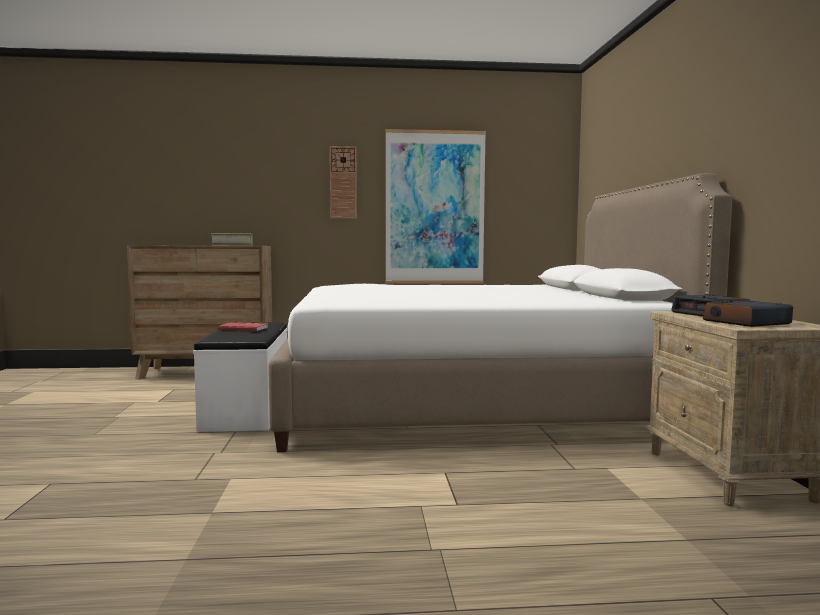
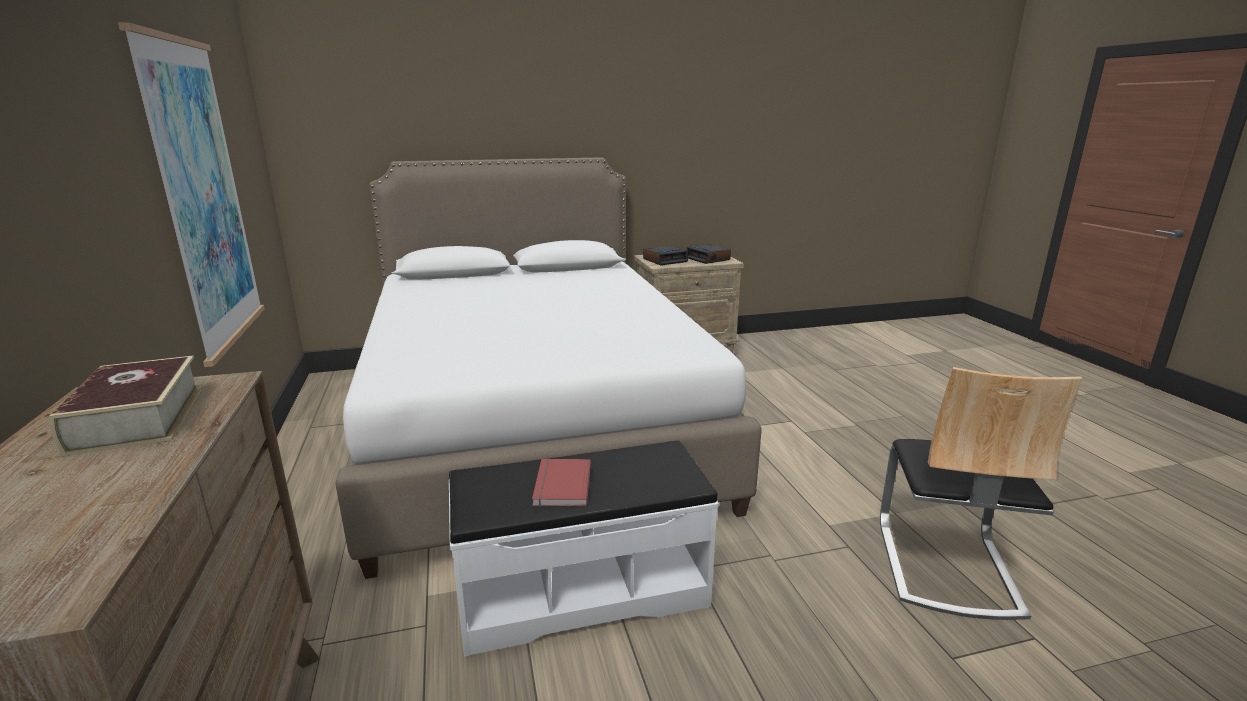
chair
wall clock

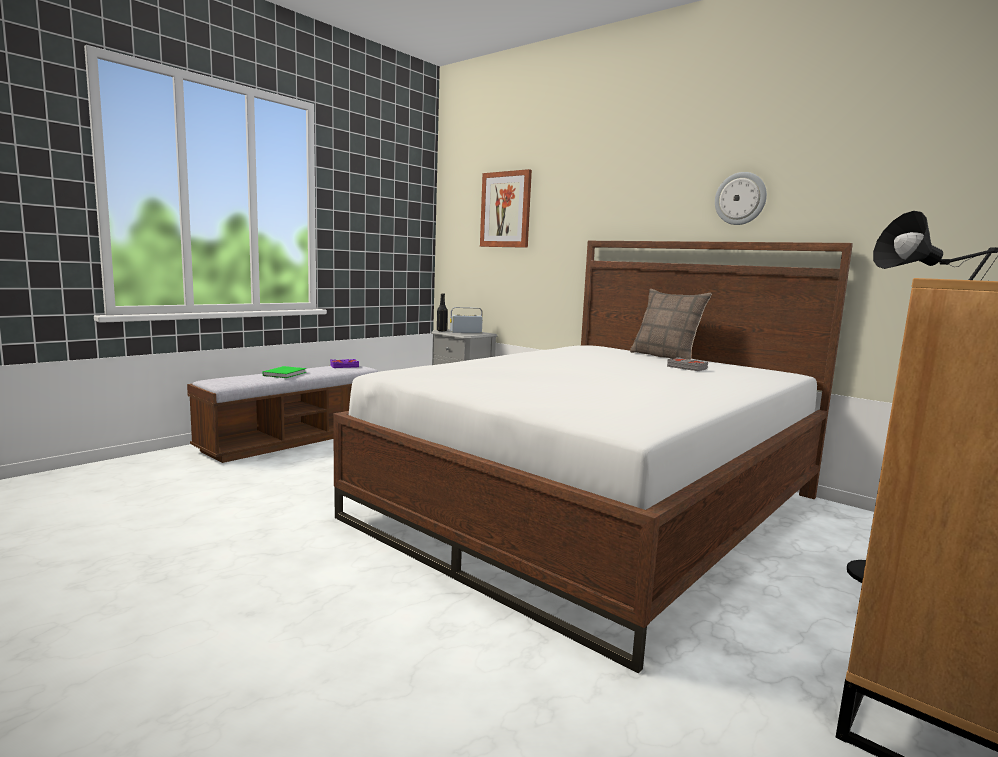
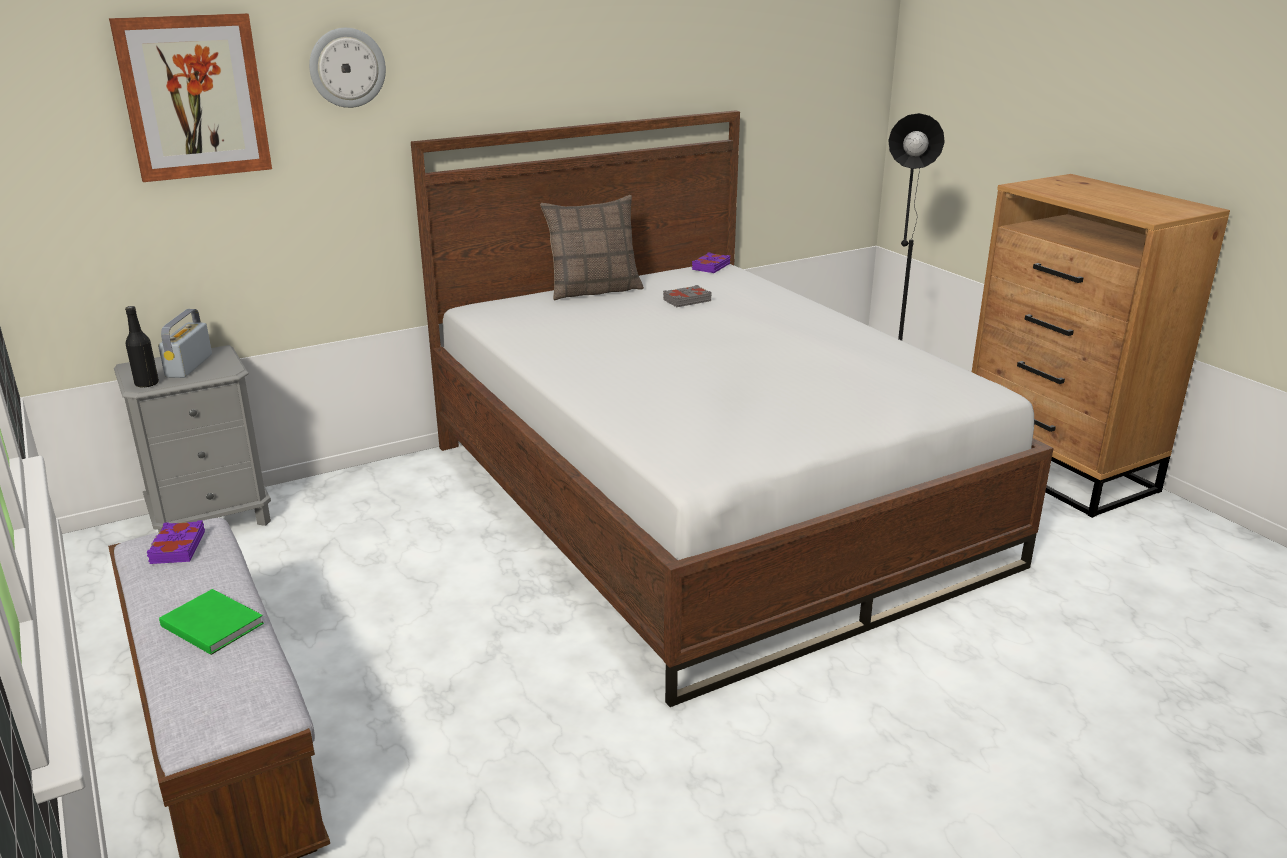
wall clock
purple book (no. 2 from left)

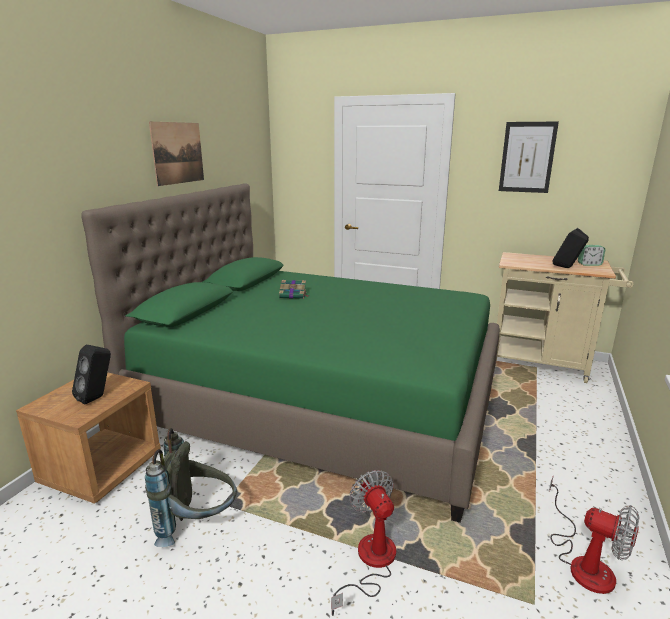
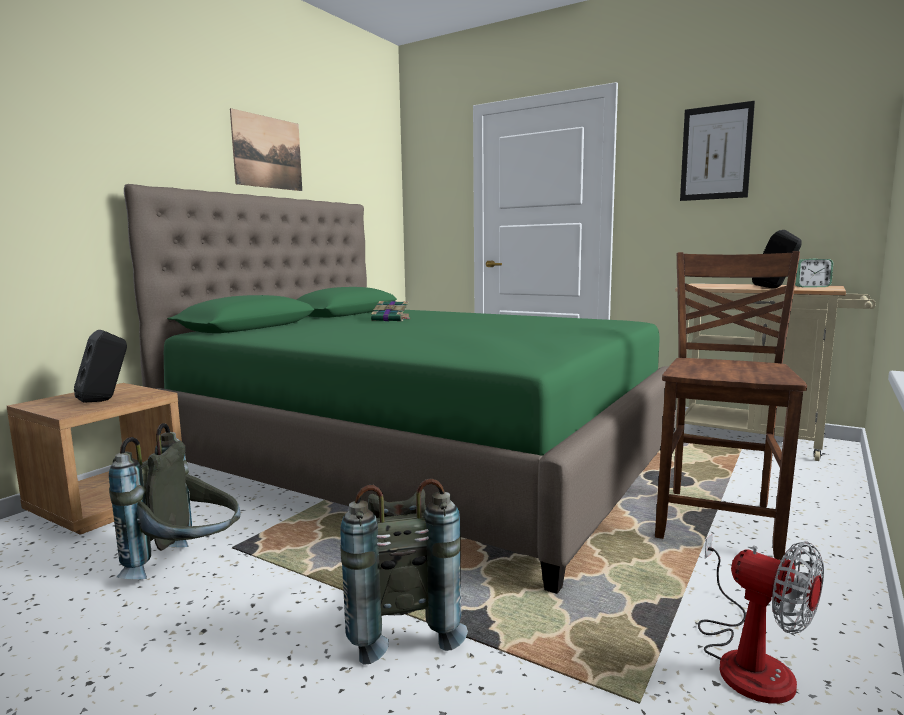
grey backpack (no. 2 from left)
brown chair

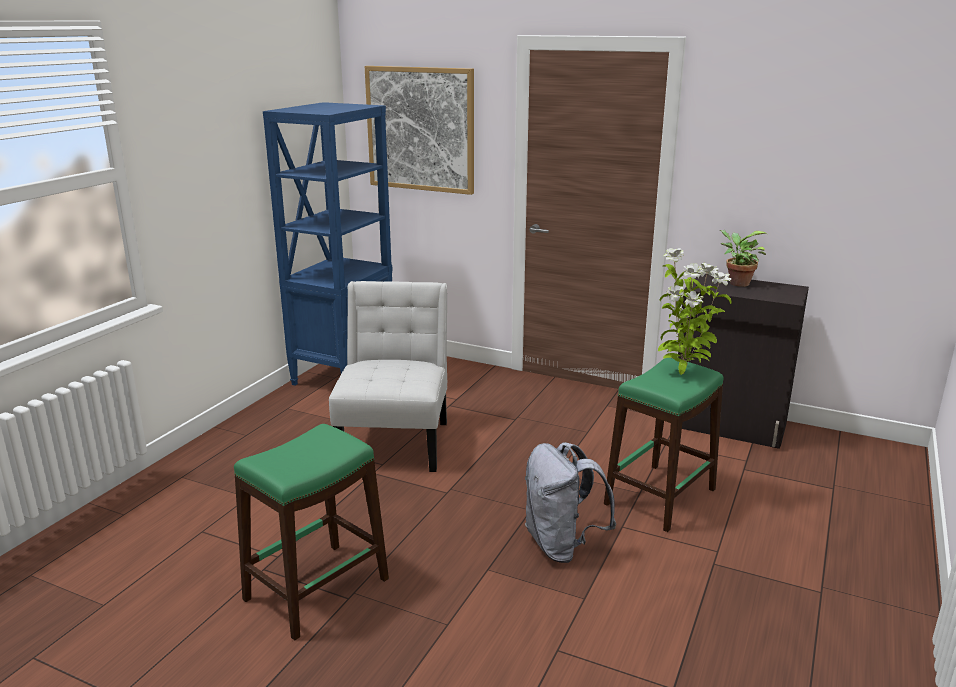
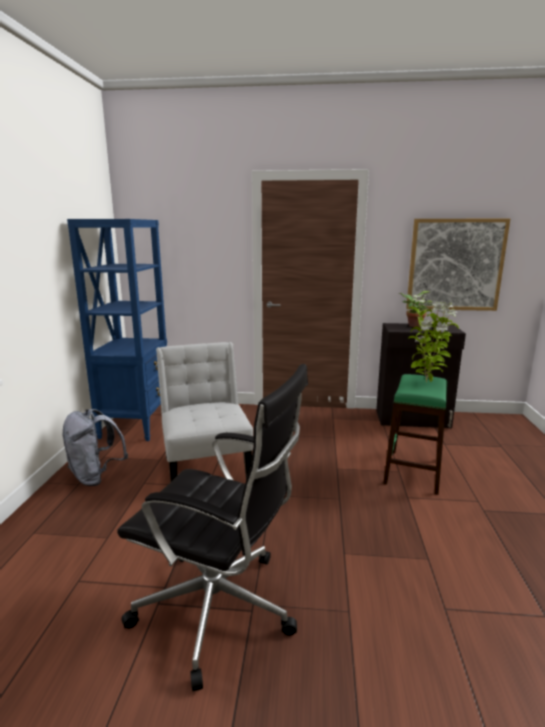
grey backpack
black office chair
picture

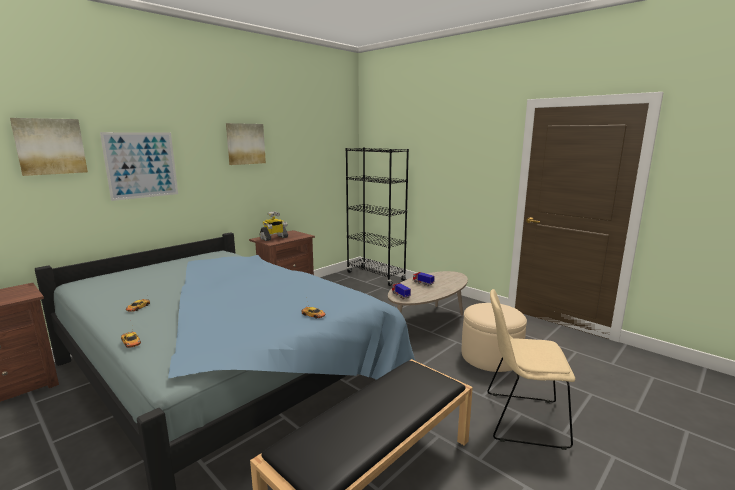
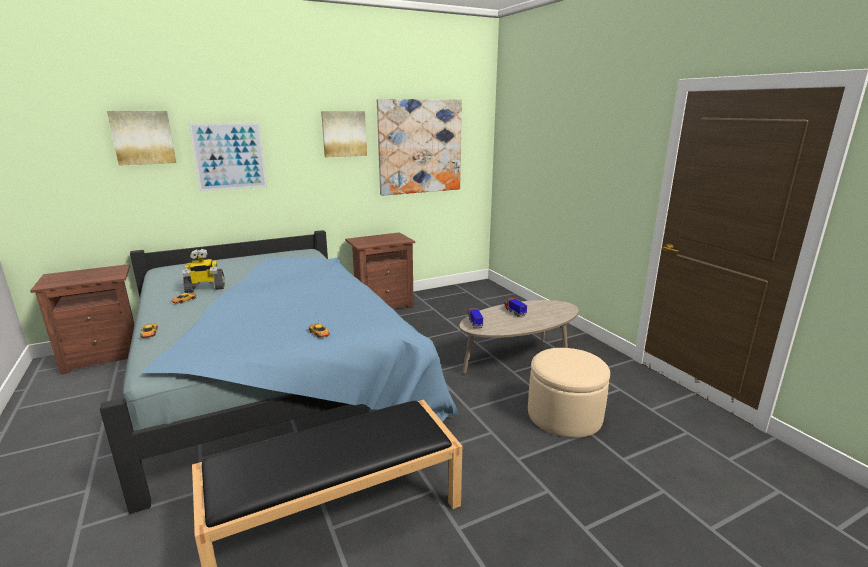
toy robot
picture (no. 4 from left)
black bookcase
beige chair

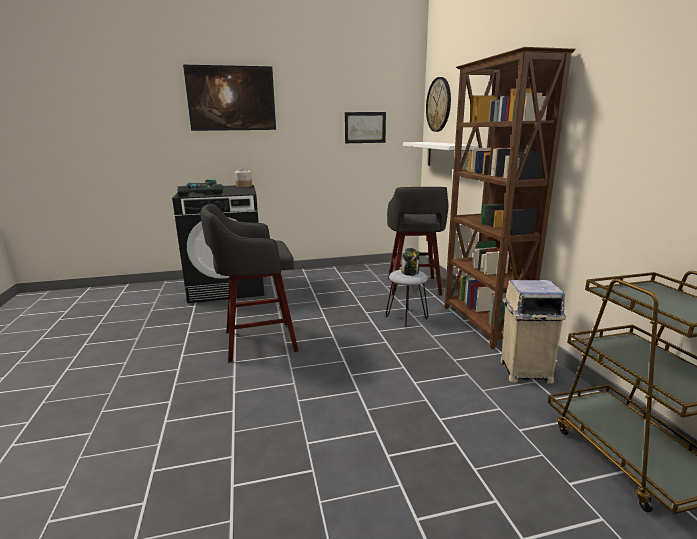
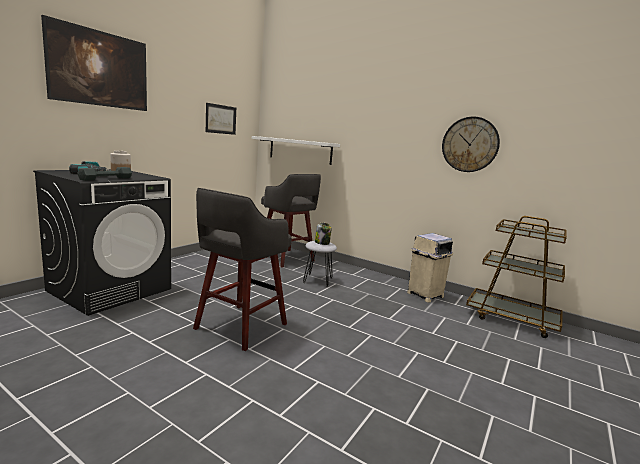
wall clock
brown bookcase

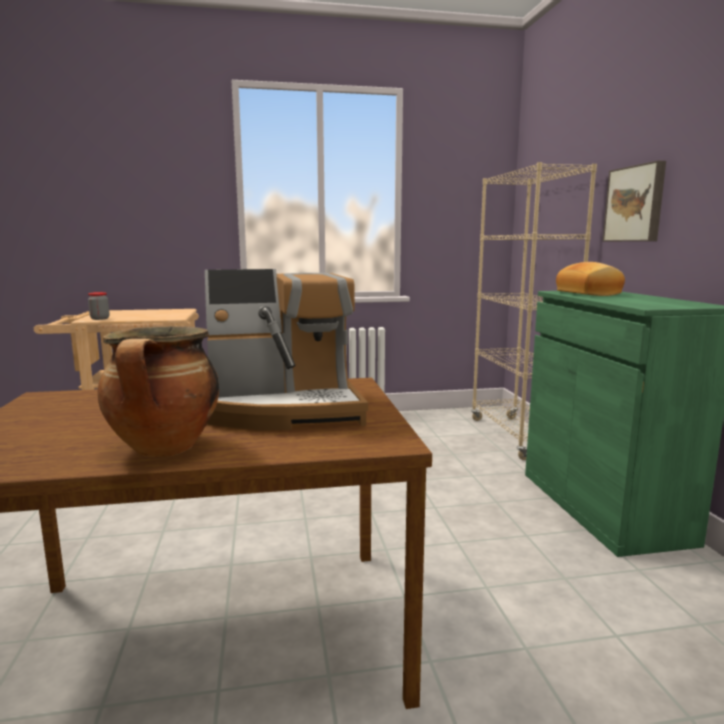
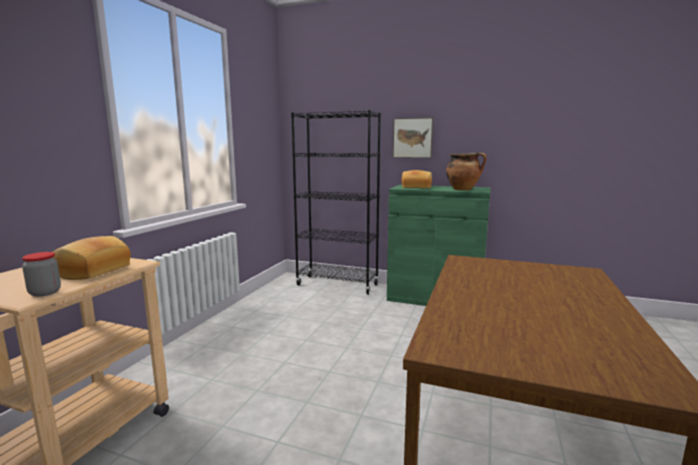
bread (no. 1 from left)
black bookcase
cooking pot
coffee machine

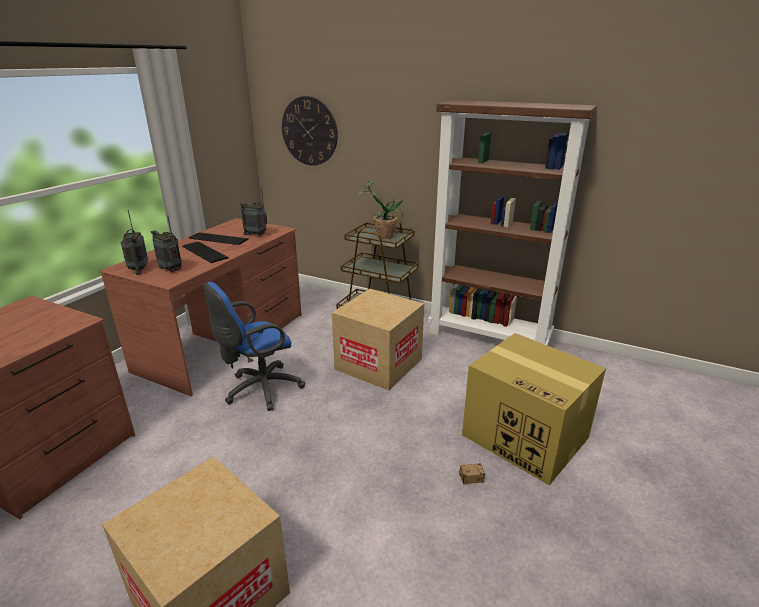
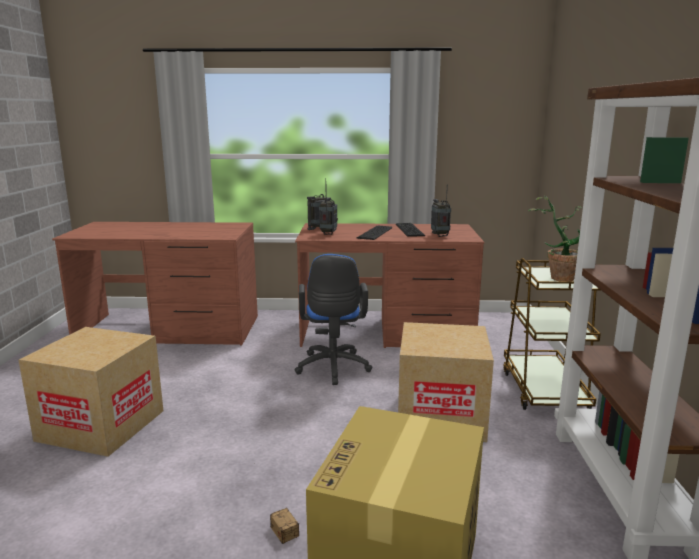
blue office chair
wall clock

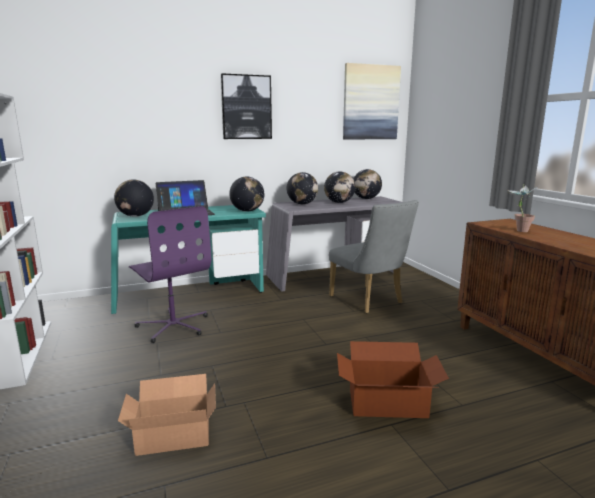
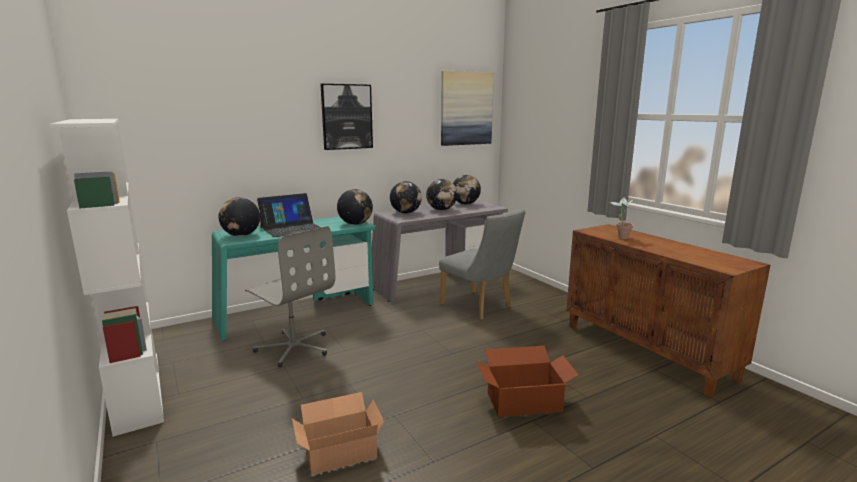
grey office chair

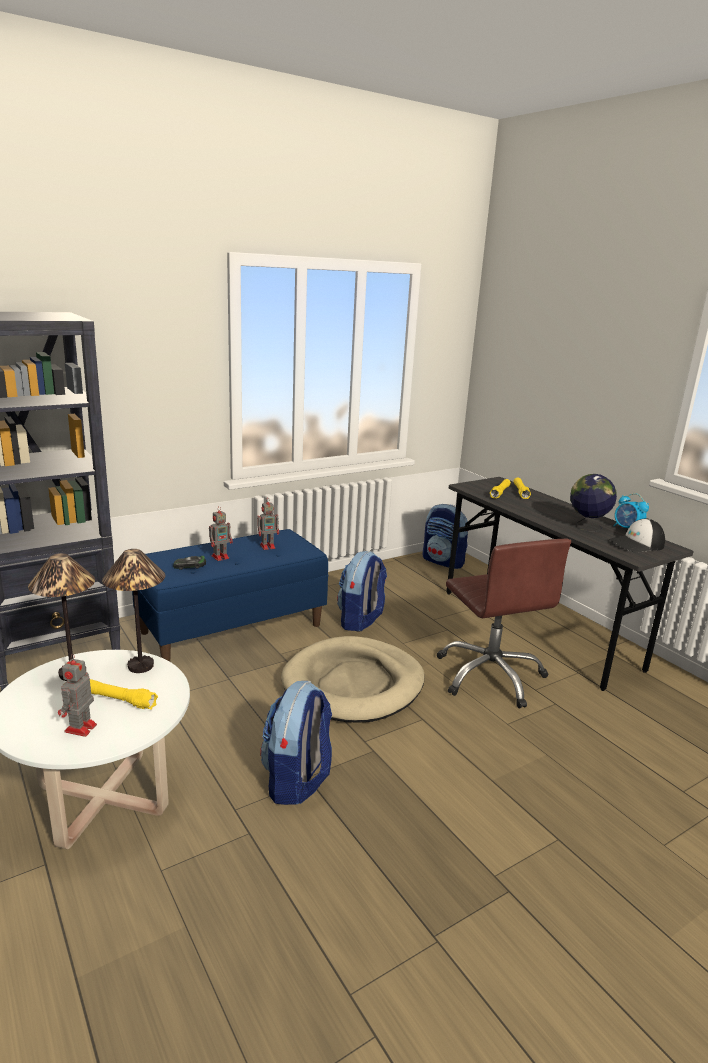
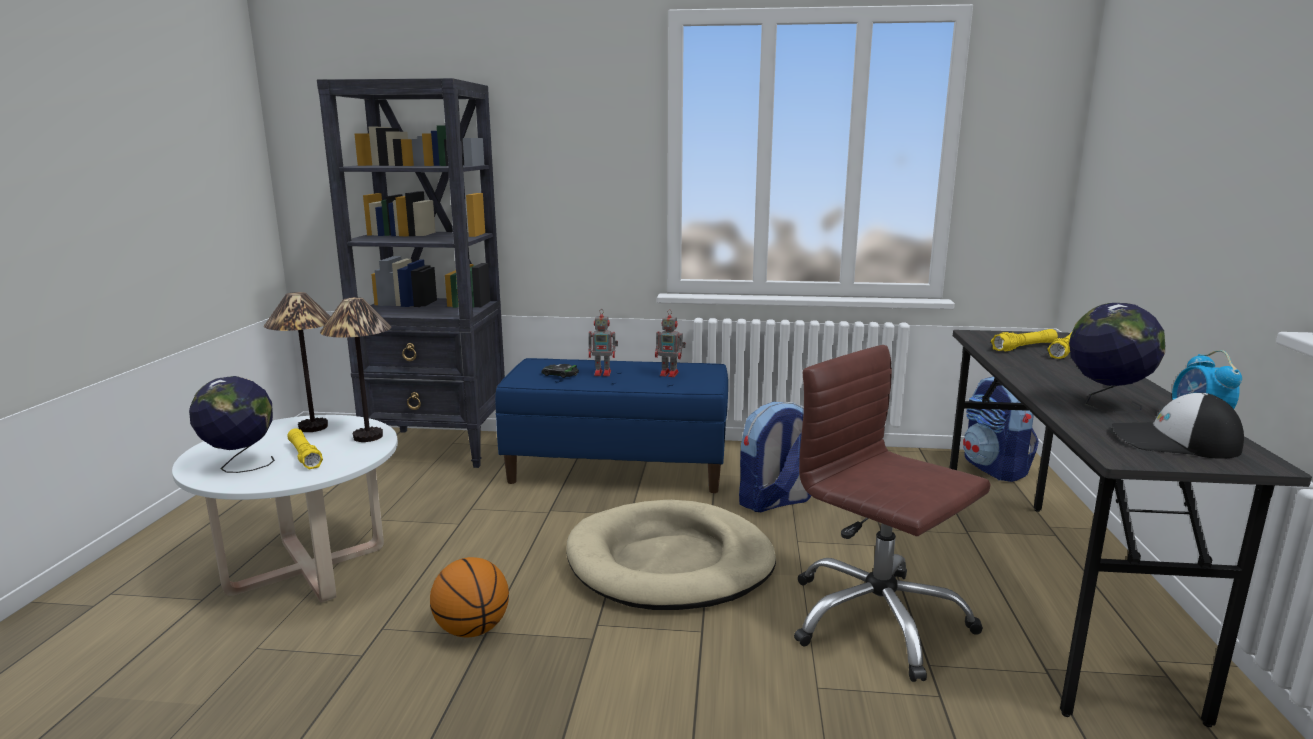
globe (no. 1 from left)
basketball
brown office chair

